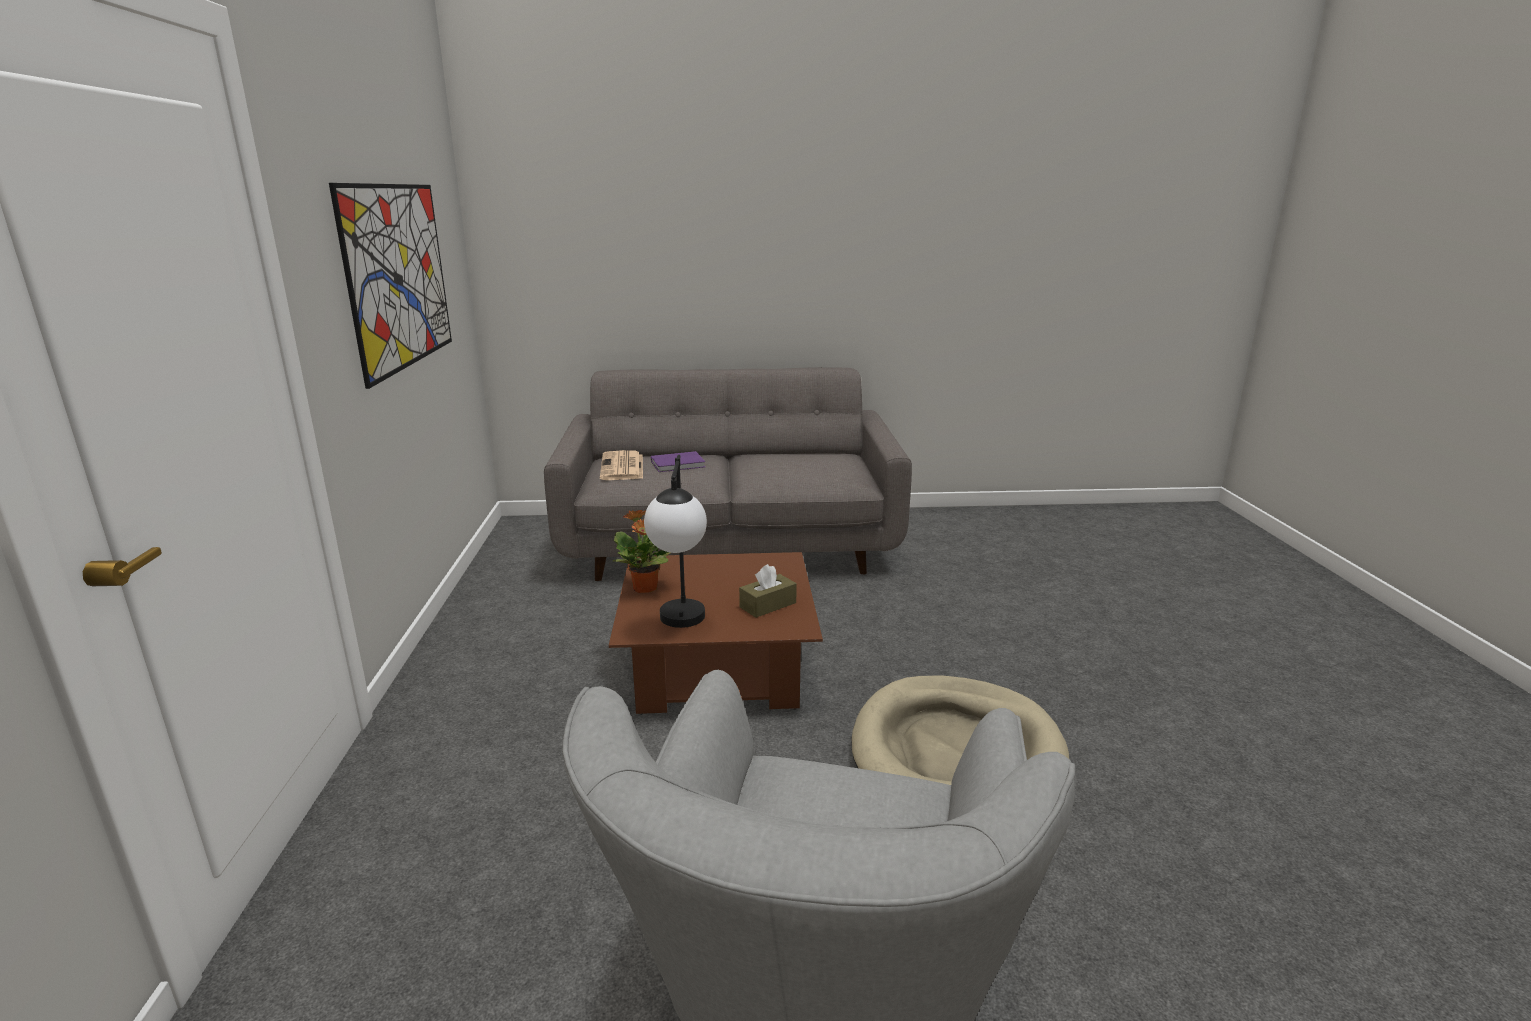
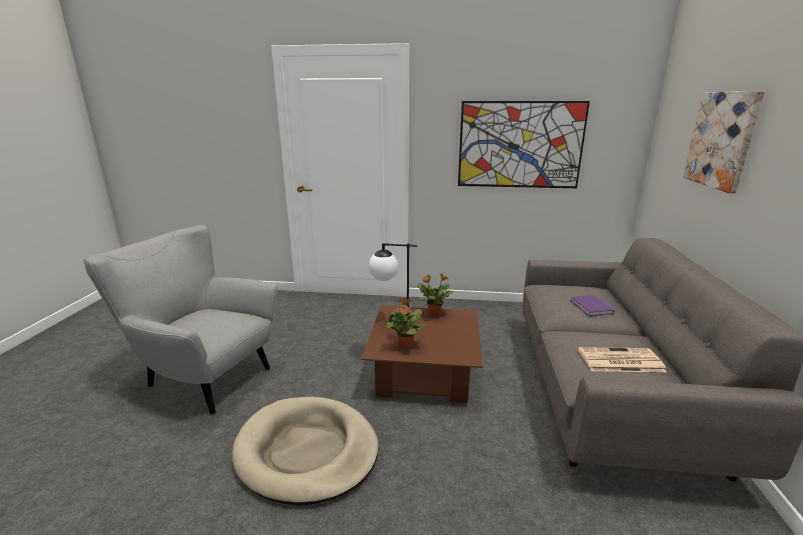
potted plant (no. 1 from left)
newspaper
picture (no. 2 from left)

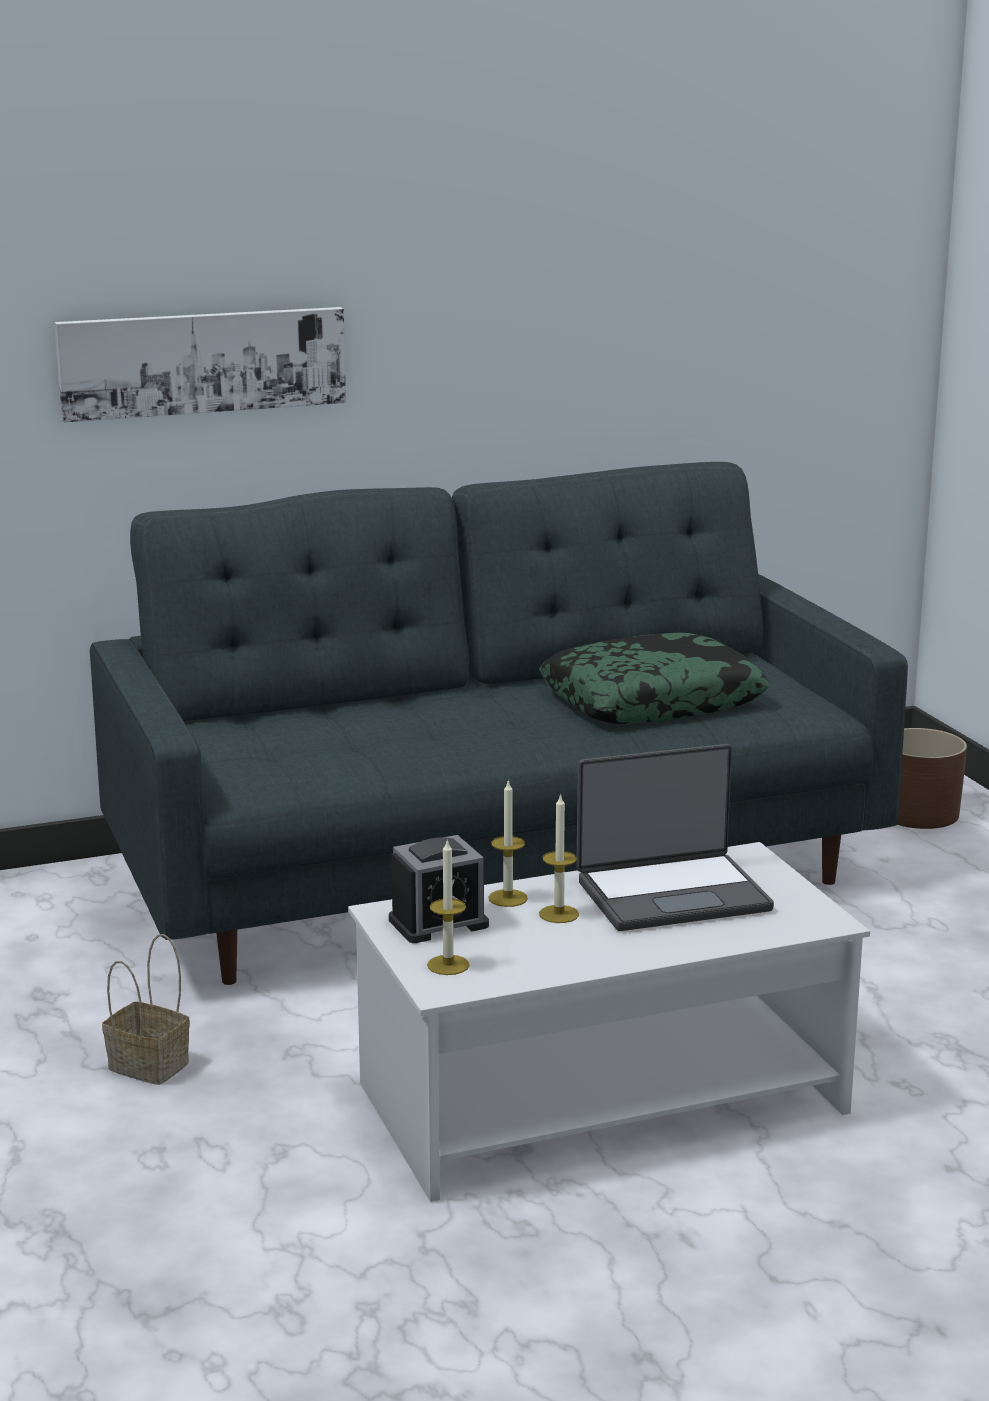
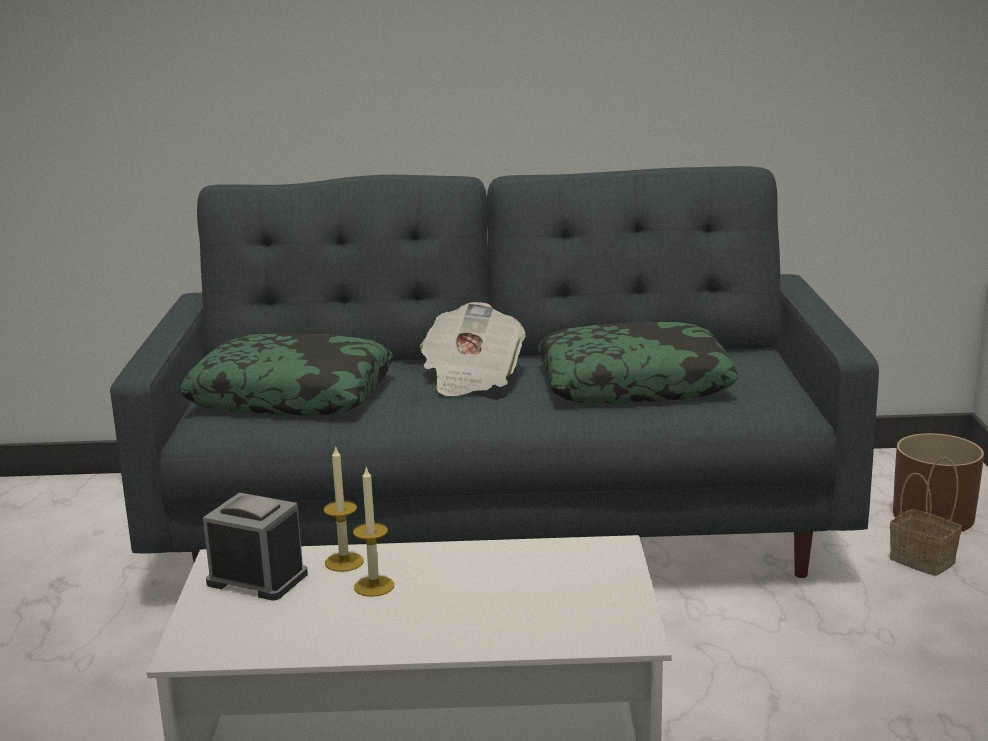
pillow (no. 1 from left)
alarm clock
newspaper
basket
picture
candle (no. 1 from left in the first image)
laptop

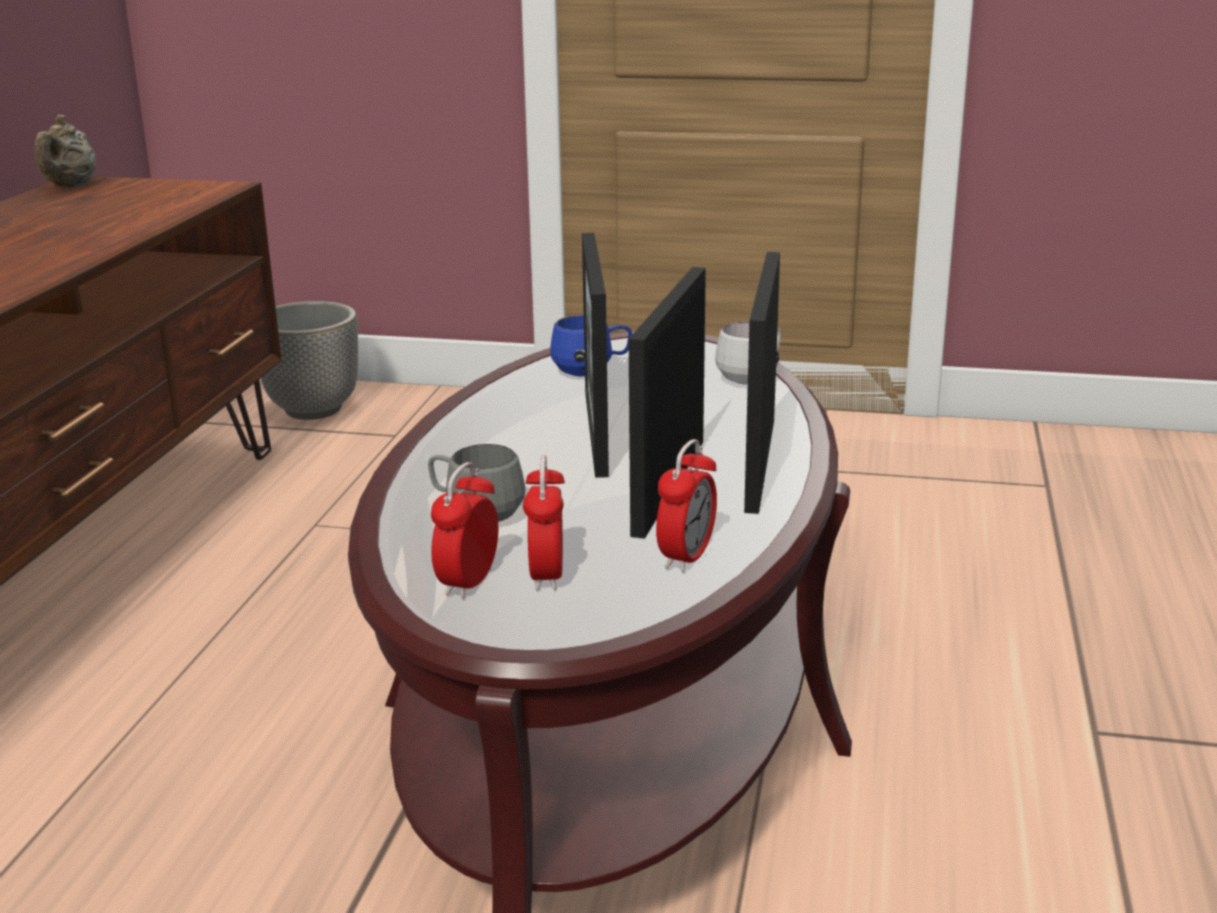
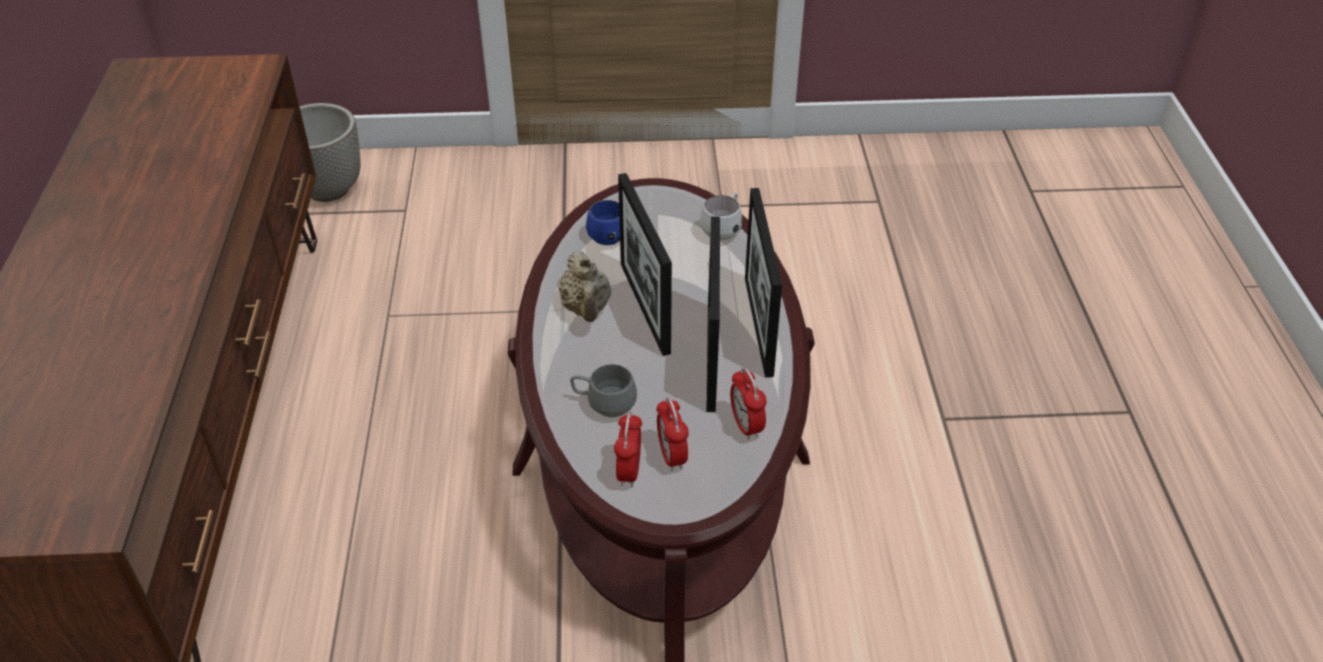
beige teapot
alarm clock (no. 3 from left)

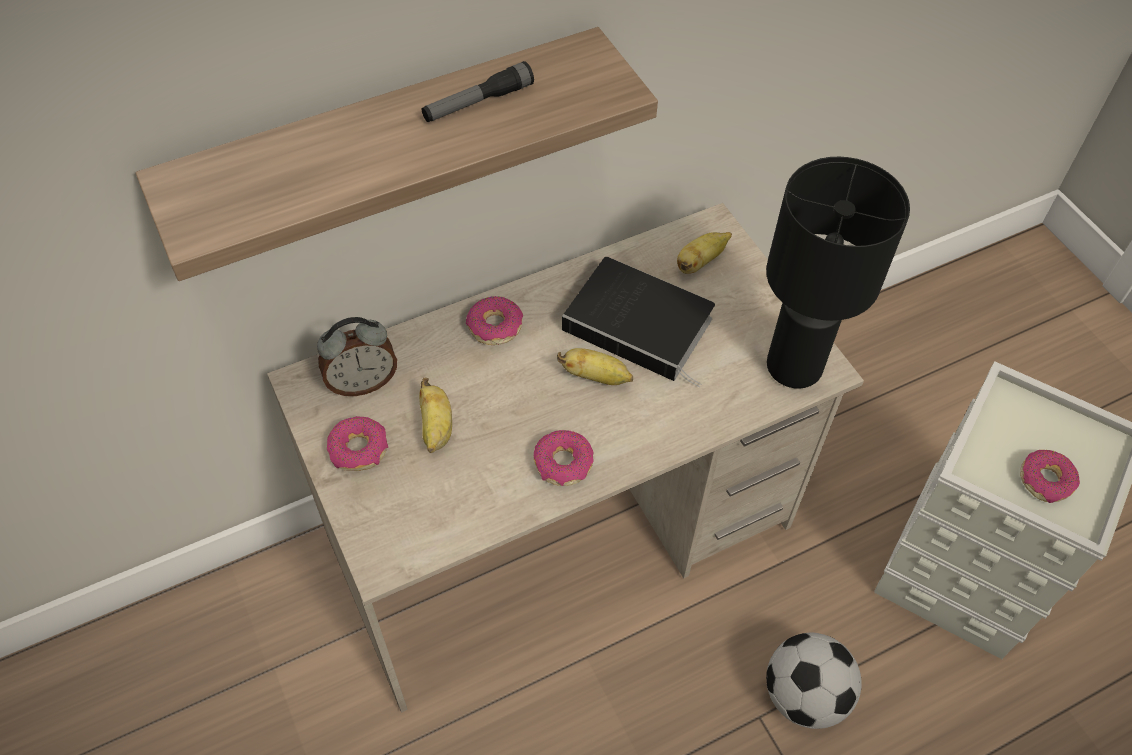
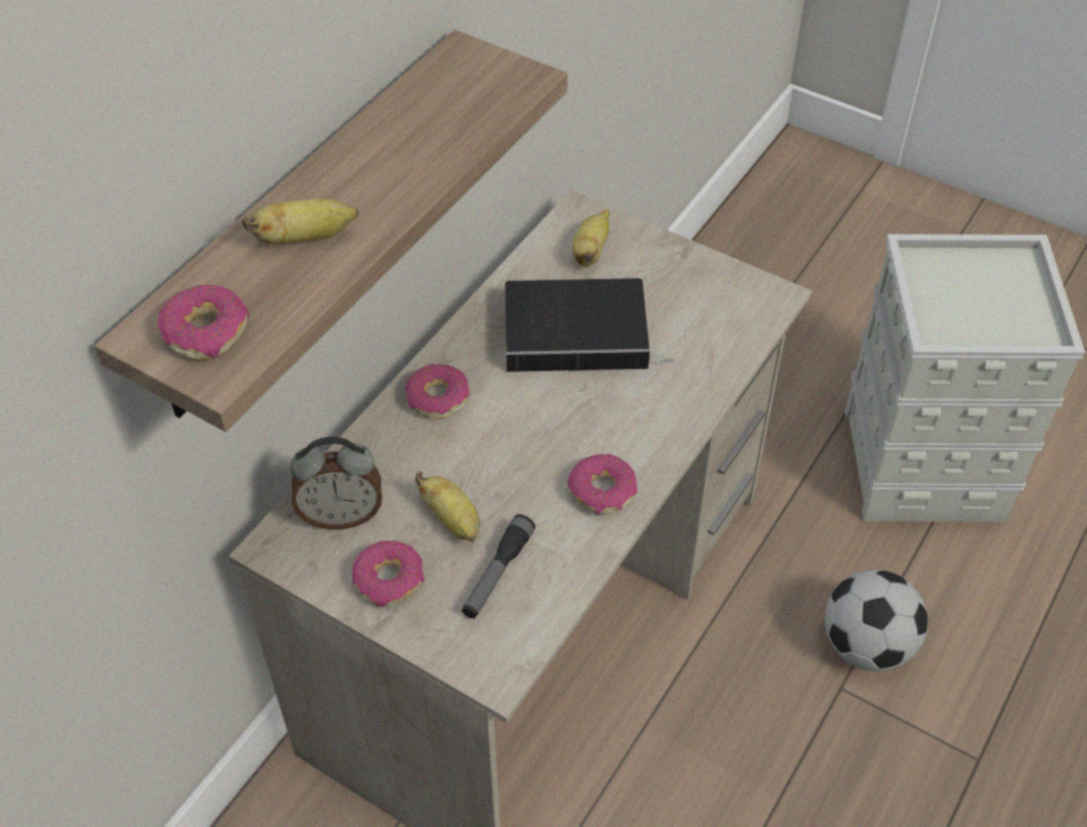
donut (no. 1 from left)
banana (no. 1 from left)
alarm clock
flashlight
black table lamp

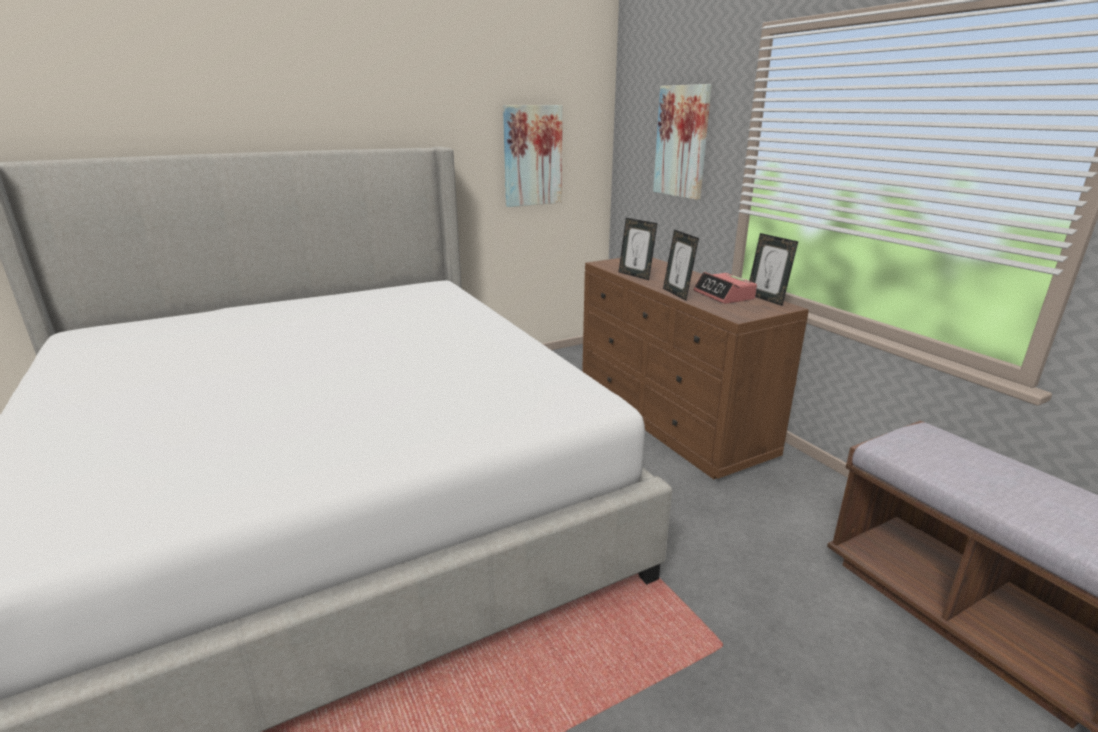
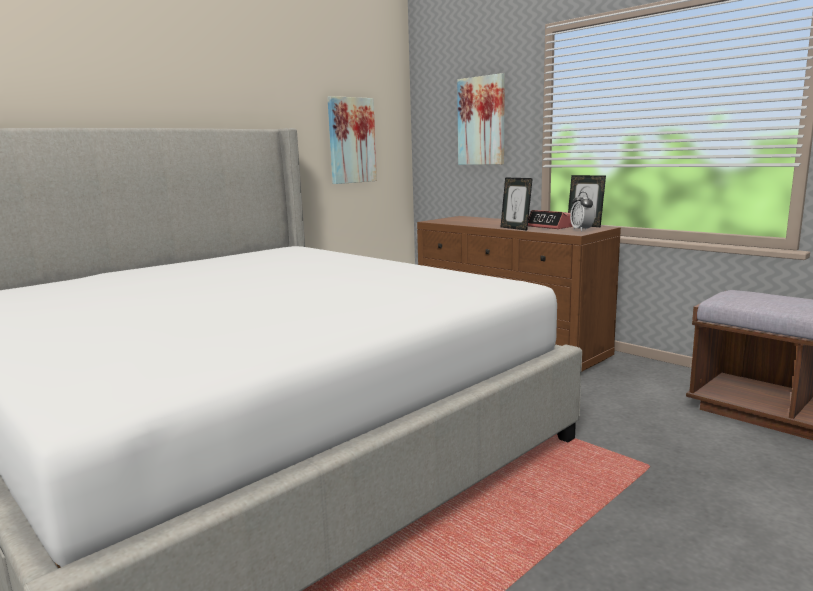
alarm clock (no. 2 from left)
picture frame (no. 1 from left in the first image)

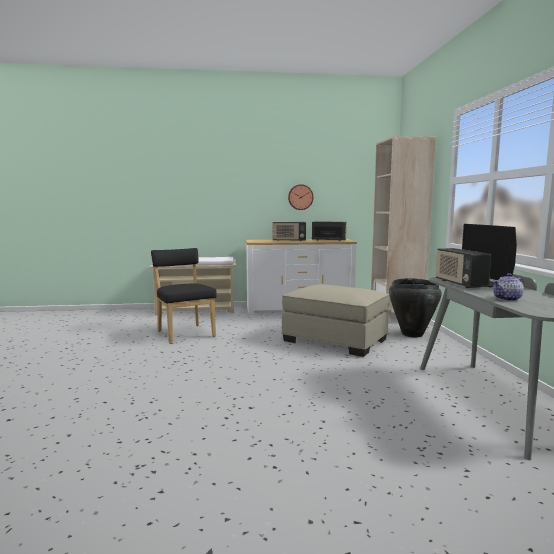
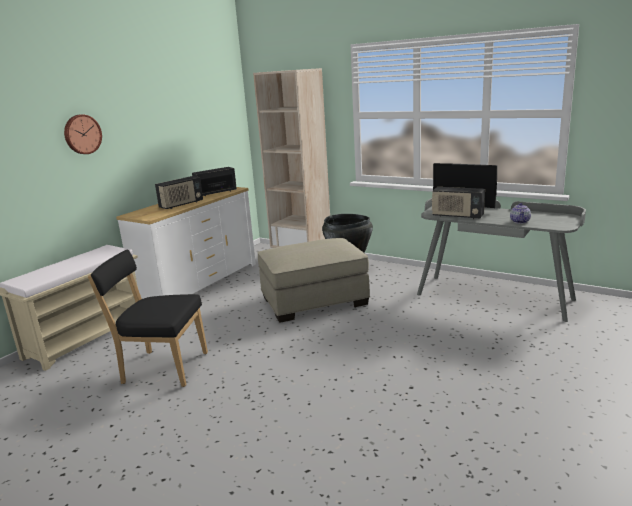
wall clock

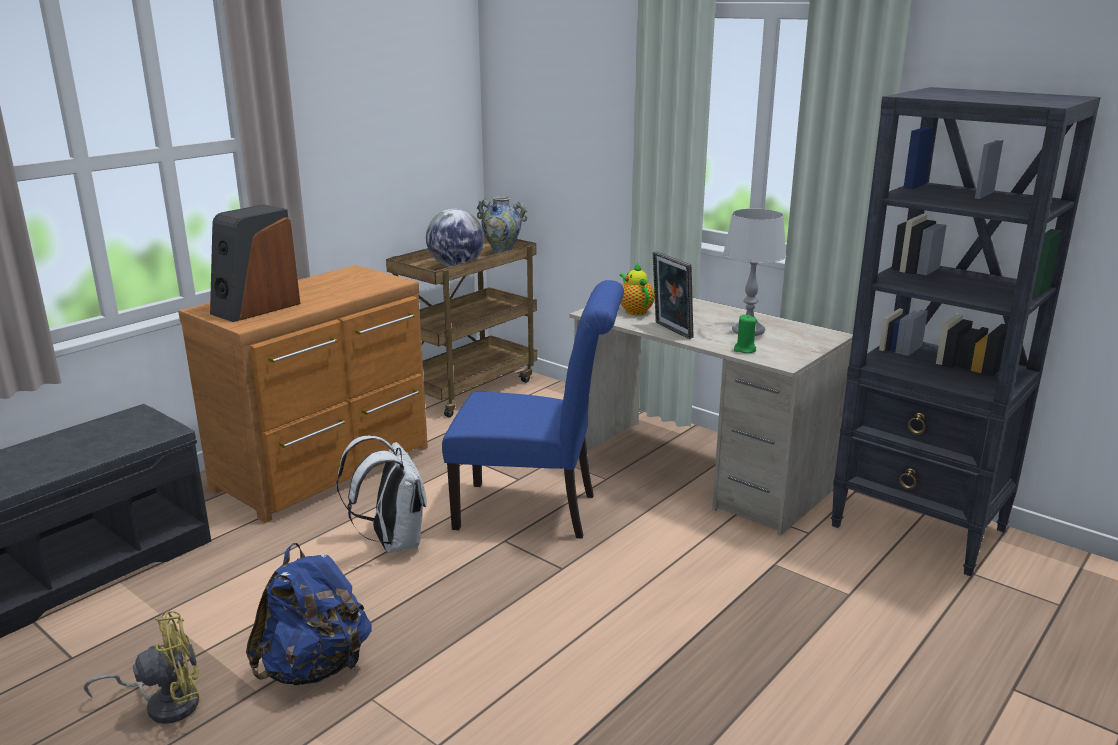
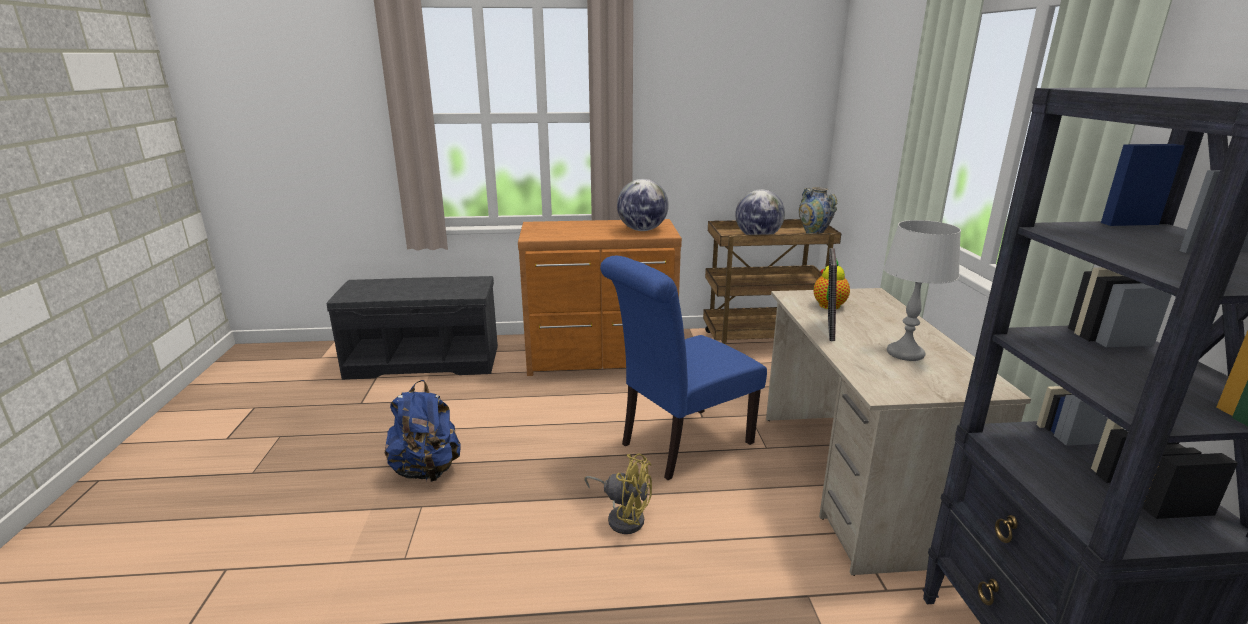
yellow fan
blue chair
globe (no. 1 from left)
speaker
white backpack
green candle

